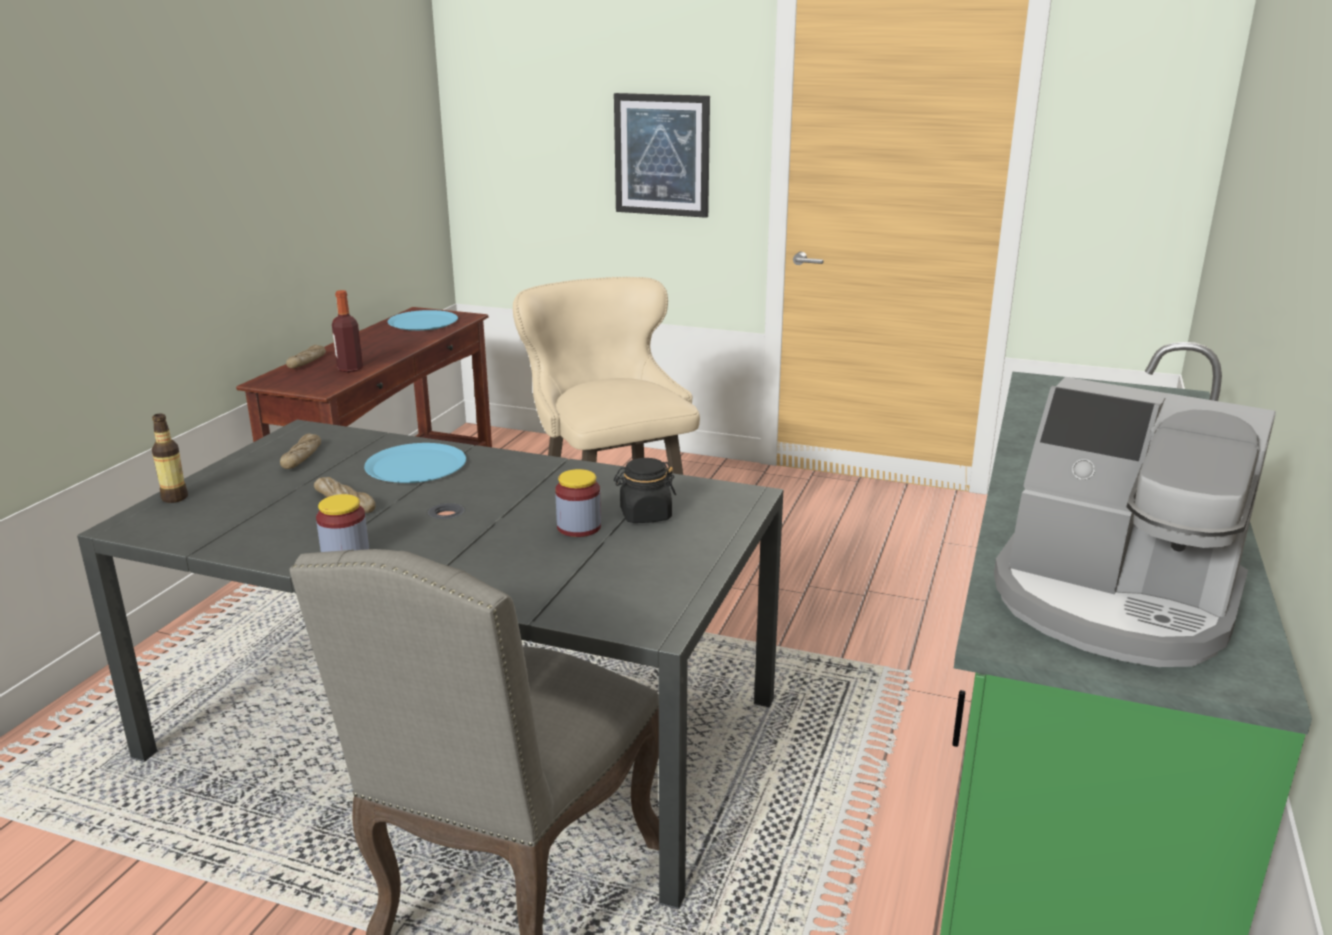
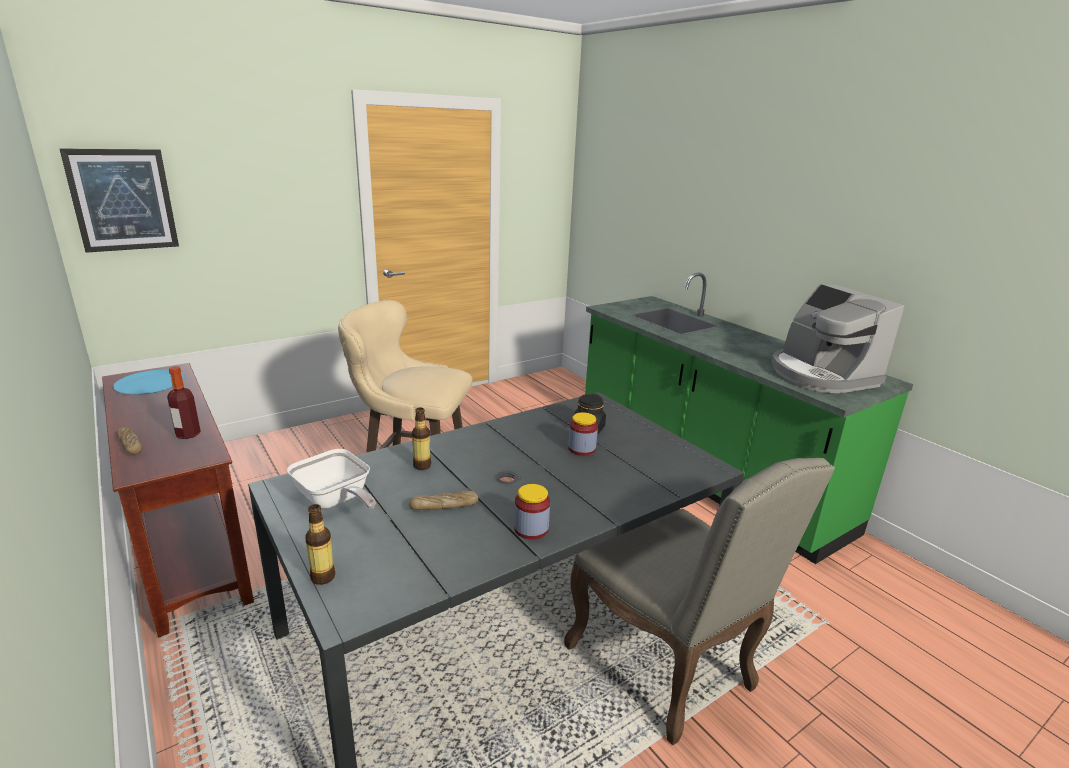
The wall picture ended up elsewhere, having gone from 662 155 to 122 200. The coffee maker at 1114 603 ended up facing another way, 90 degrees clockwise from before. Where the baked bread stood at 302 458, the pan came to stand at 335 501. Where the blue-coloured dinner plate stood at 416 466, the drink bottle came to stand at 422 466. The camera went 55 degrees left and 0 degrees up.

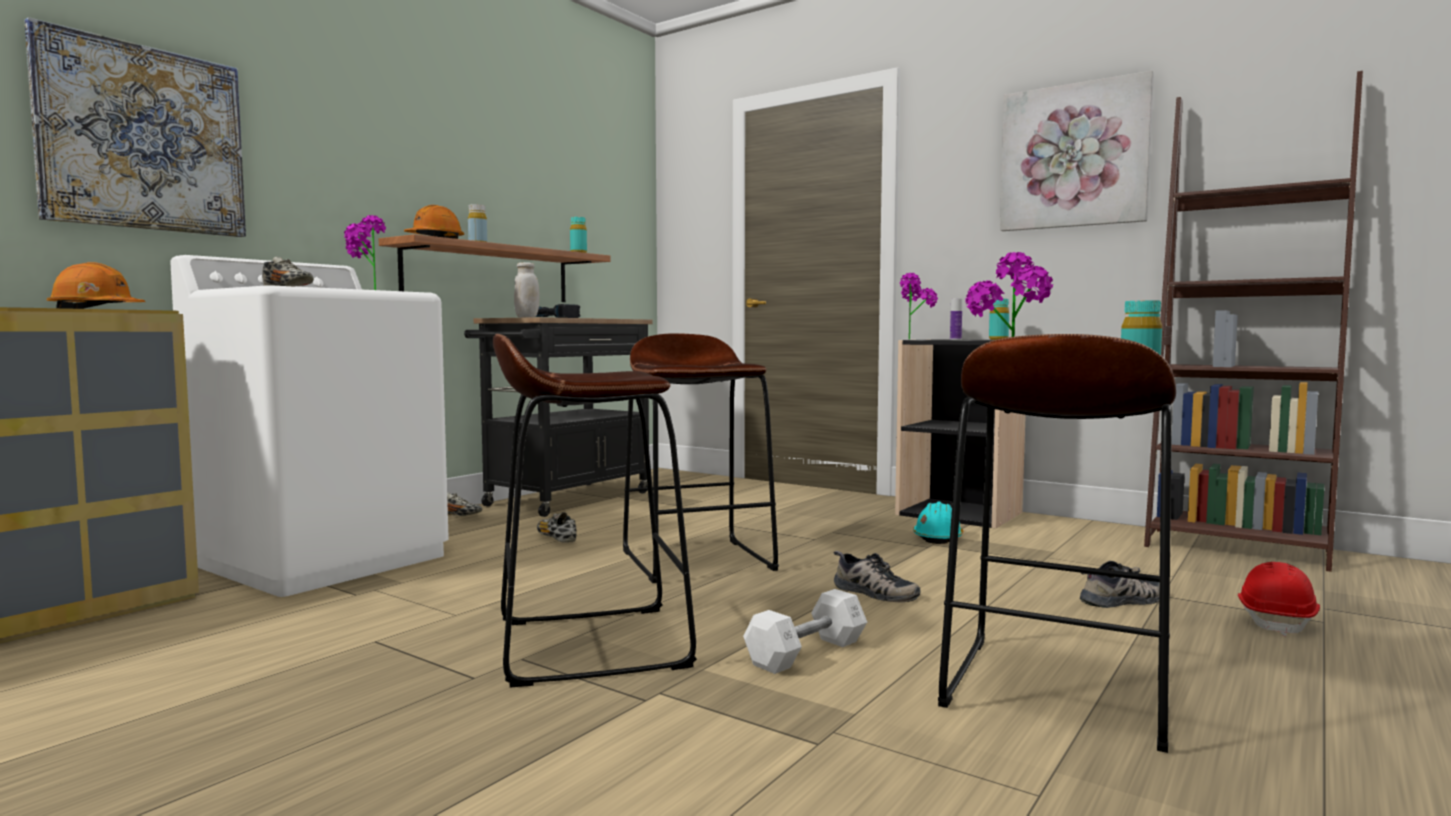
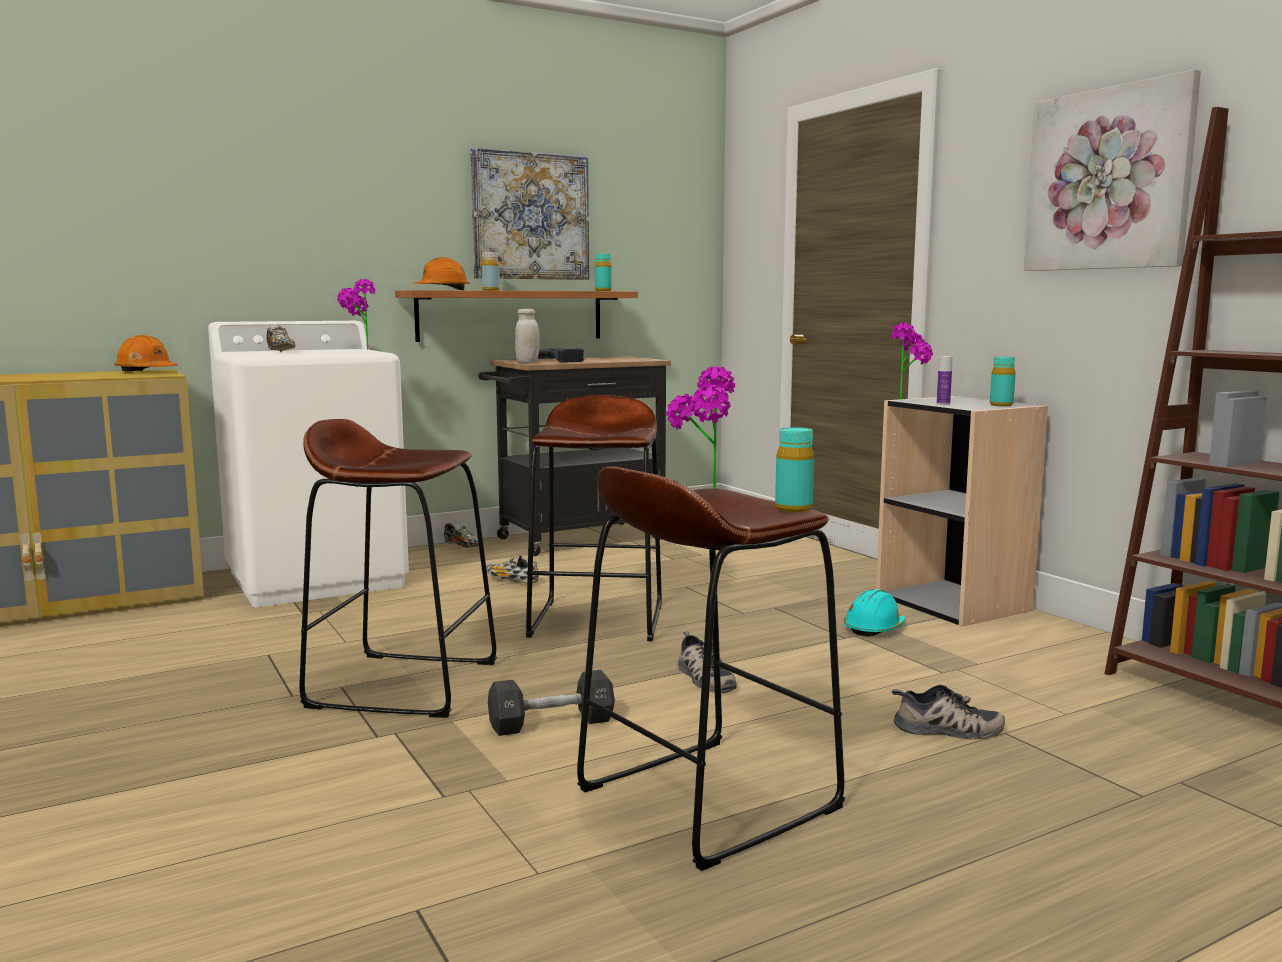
The wall picture ended up elsewhere, having gone from 143 138 to 530 216. The item of footwear at 556 539 ended up facing another way, 45 degrees counterclockwise from before. The second view lost the red work helmet at 1276 621. What was the whitish dumbbell at 806 653 turned into the black-coloured dumbbell at 551 723. The camera went 25 degrees right and 5 degrees up.

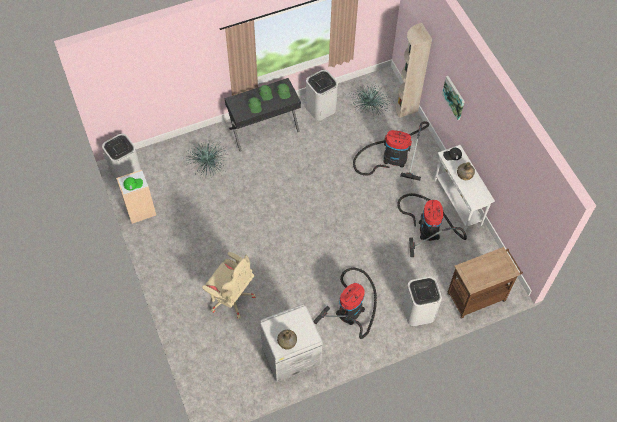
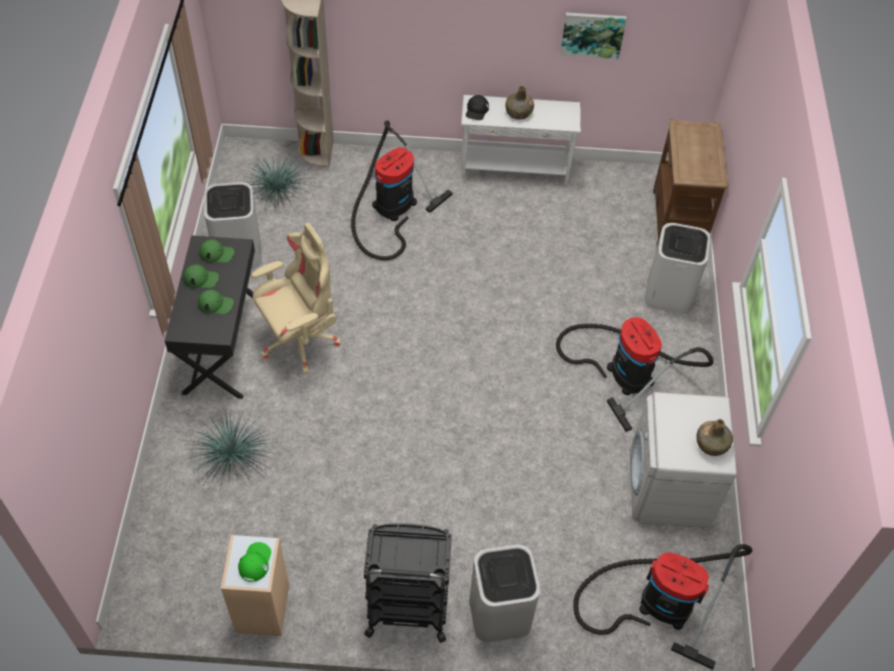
The wall picture ended up elsewhere, having gone from 454 97 to 592 34. The whitish trash can ended up elsewhere, having gone from 126 171 to 499 612. The hoover ended up elsewhere, having gone from 428 227 to 659 603. The beige office chair ended up elsewhere, having gone from 230 297 to 298 341. The second view gained the black-coloured wheeled cart at 408 606. The camera went 65 degrees left and 5 degrees down.

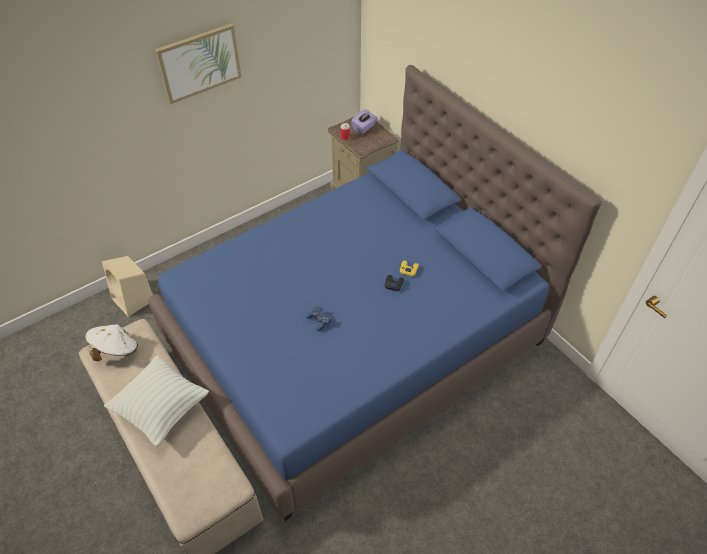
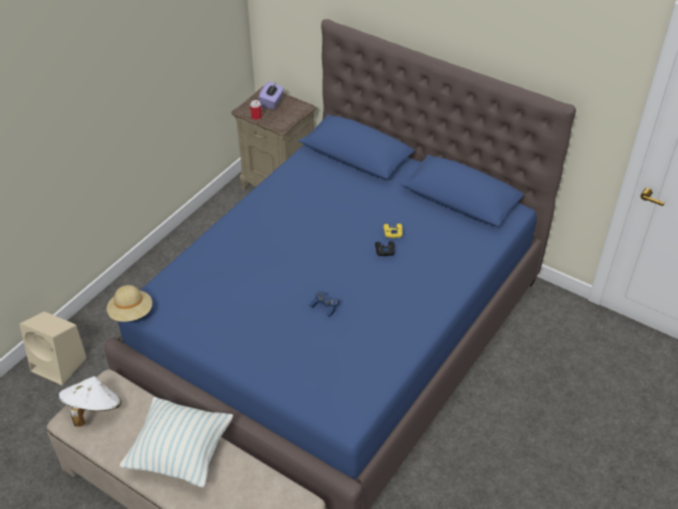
The second view lost the wall picture at 199 63. The second view gained the beige hat at 131 313. The camera went 20 degrees left and 5 degrees down.

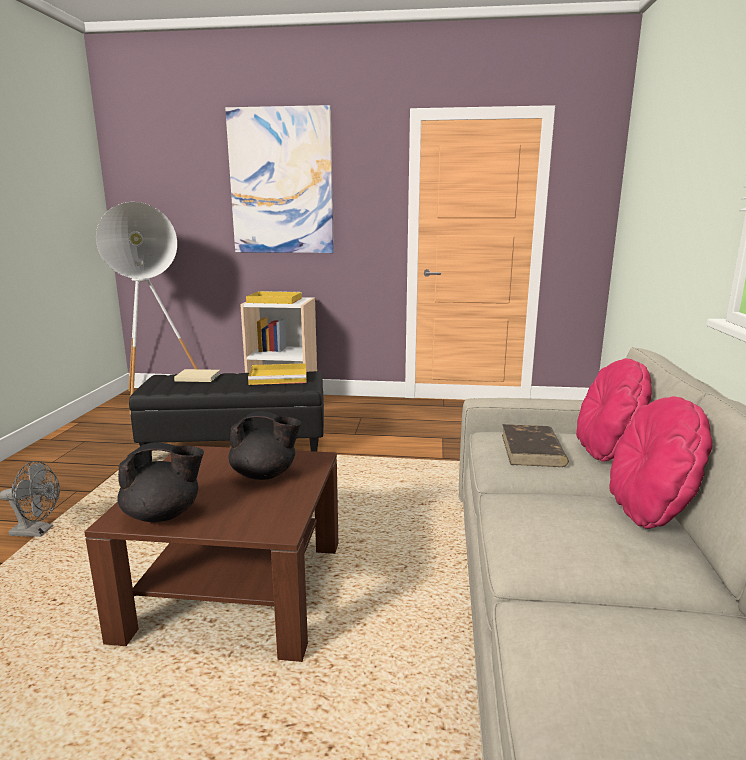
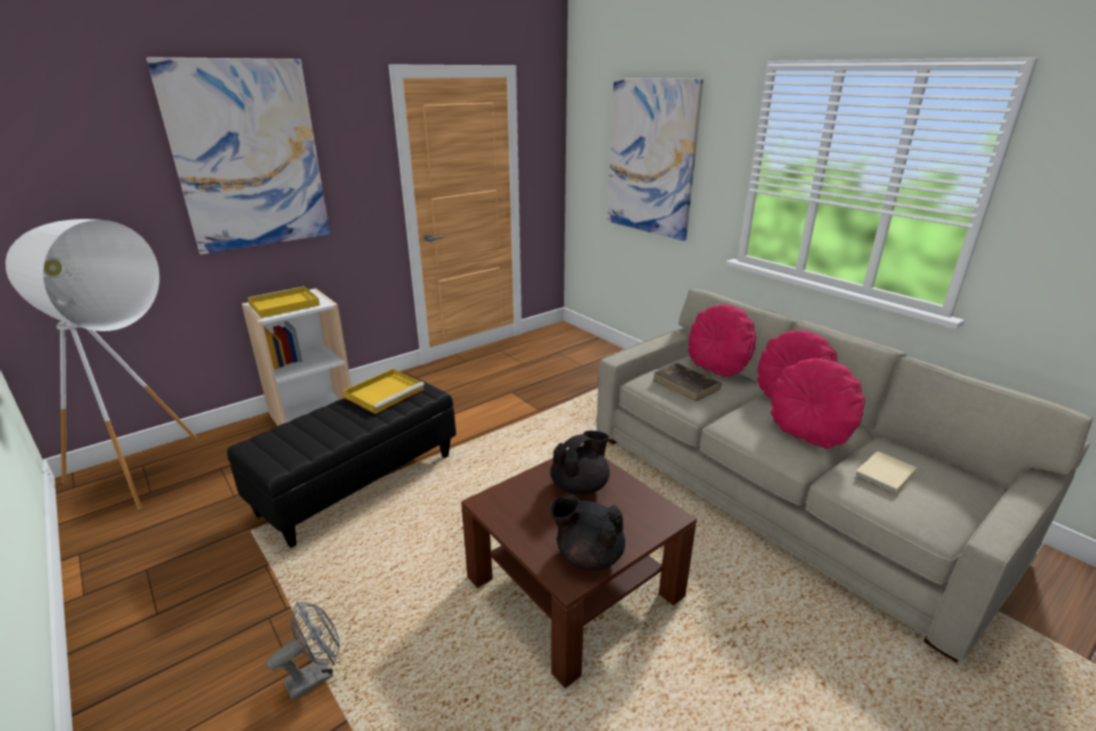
The beige book ended up elsewhere, having gone from 197 377 to 883 474. The black-coloured pot for tea at 163 515 ended up facing another way, 105 degrees counterclockwise from before. The second view gained the wall picture at 651 158. The second view gained the pinkish throw pillow at 808 435. The camera went 45 degrees left and 10 degrees up.

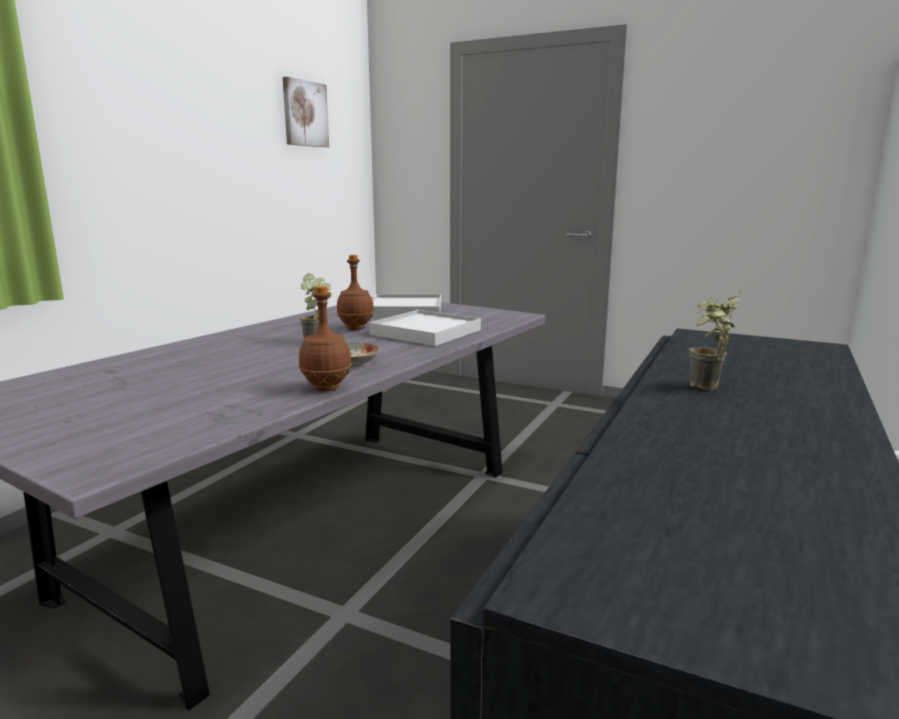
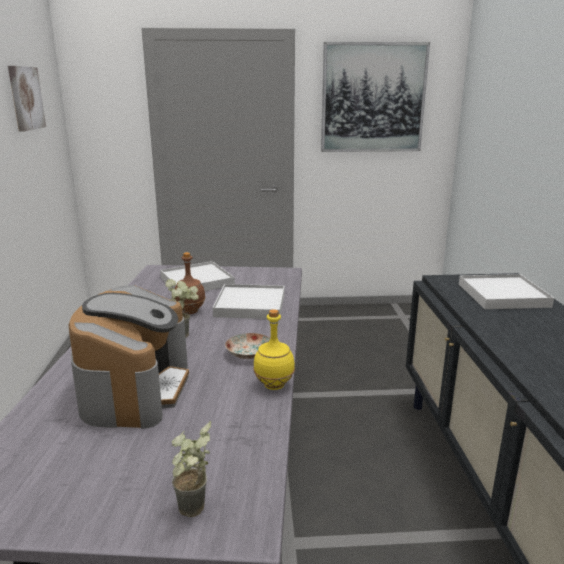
What was the brown drink bottle at 327 388 turned into the yellow drink bottle at 274 385. The potted plant ended up elsewhere, having gone from 705 389 to 193 514. The second view gained the wall picture at 373 98. The second view gained the whitish serving tray at 502 295. The second view gained the coffee maker at 135 389. The camera went 30 degrees left and 5 degrees up.

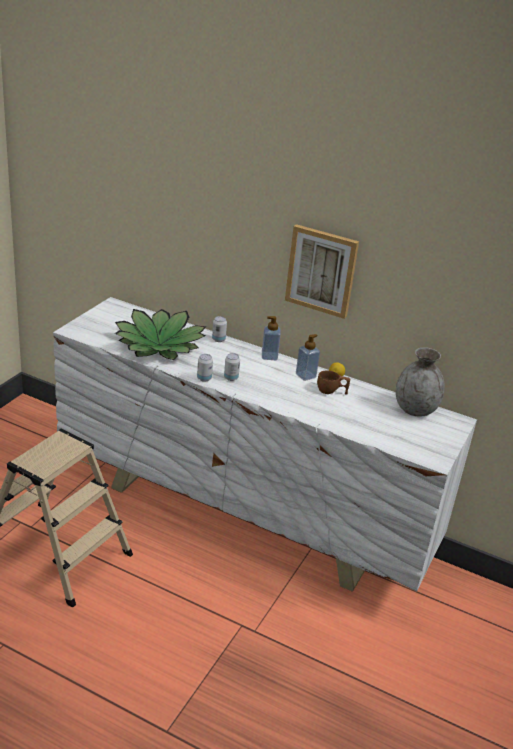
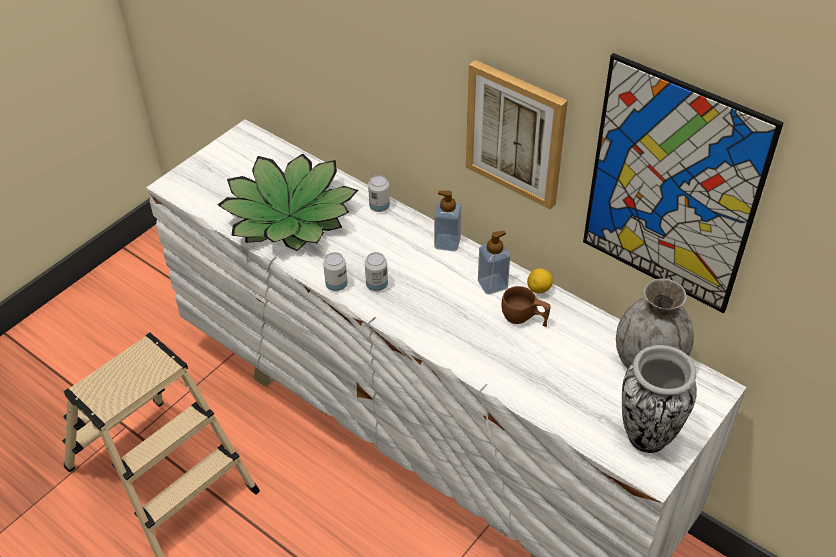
The second view gained the wall picture at 672 188. The second view gained the decorative vase at 646 435. The camera went 15 degrees right and 15 degrees up.

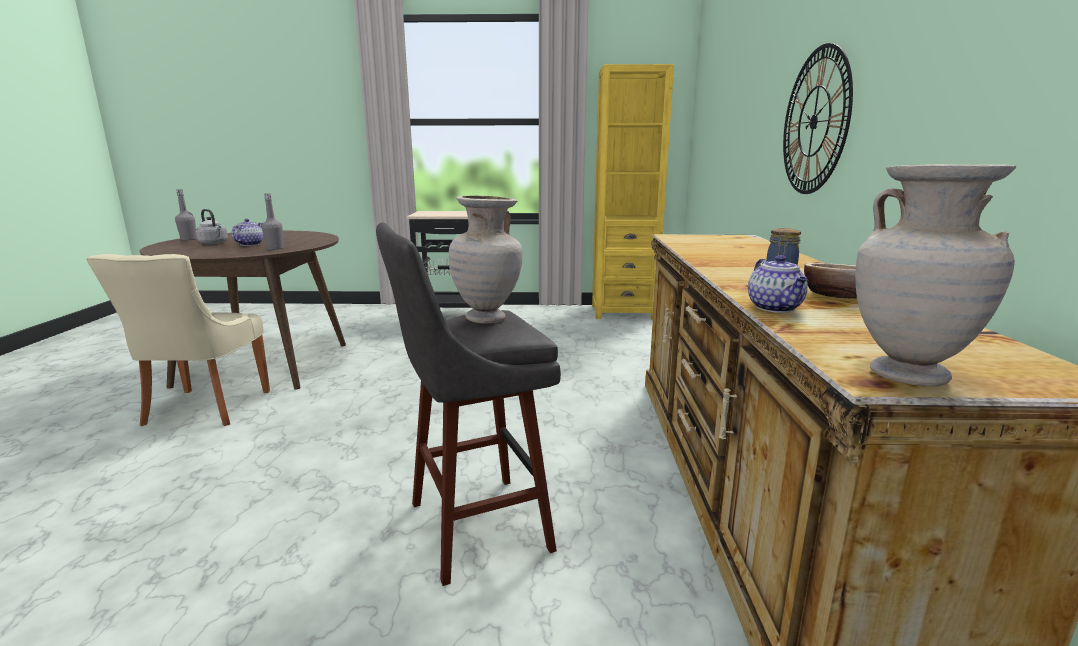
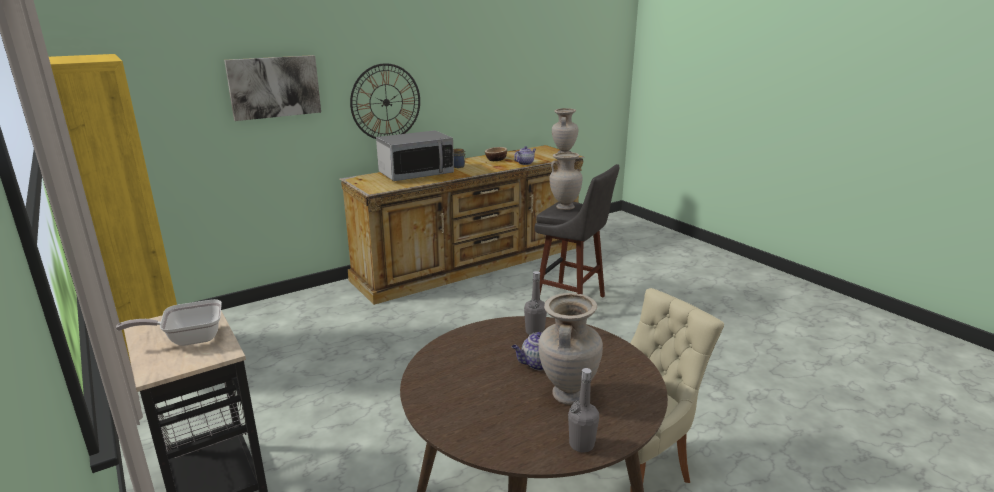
Where the greyish water kettle stood at 214 243, the beige decorative vase came to stand at 567 395. The second view gained the wall picture at 274 87. The second view gained the microwave at 416 174. The second view gained the pan at 188 339. The camera went 125 degrees left and 5 degrees up.

